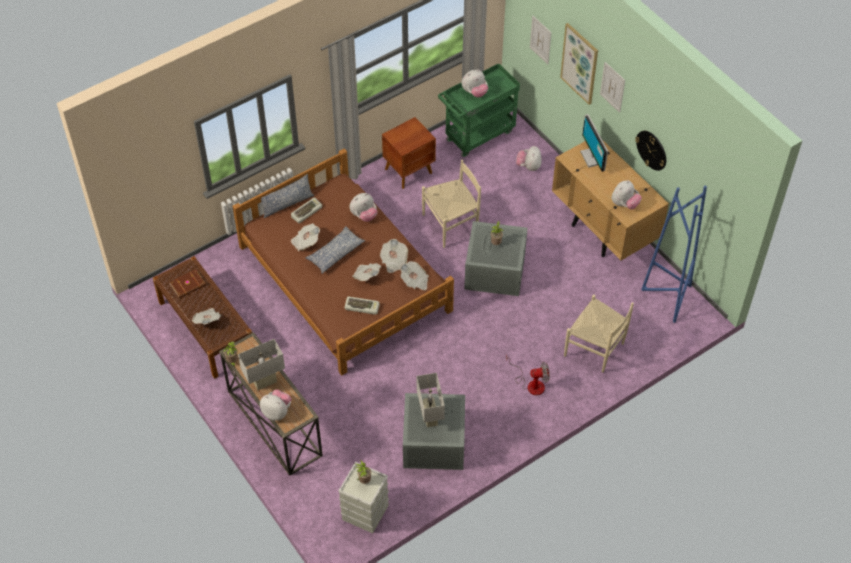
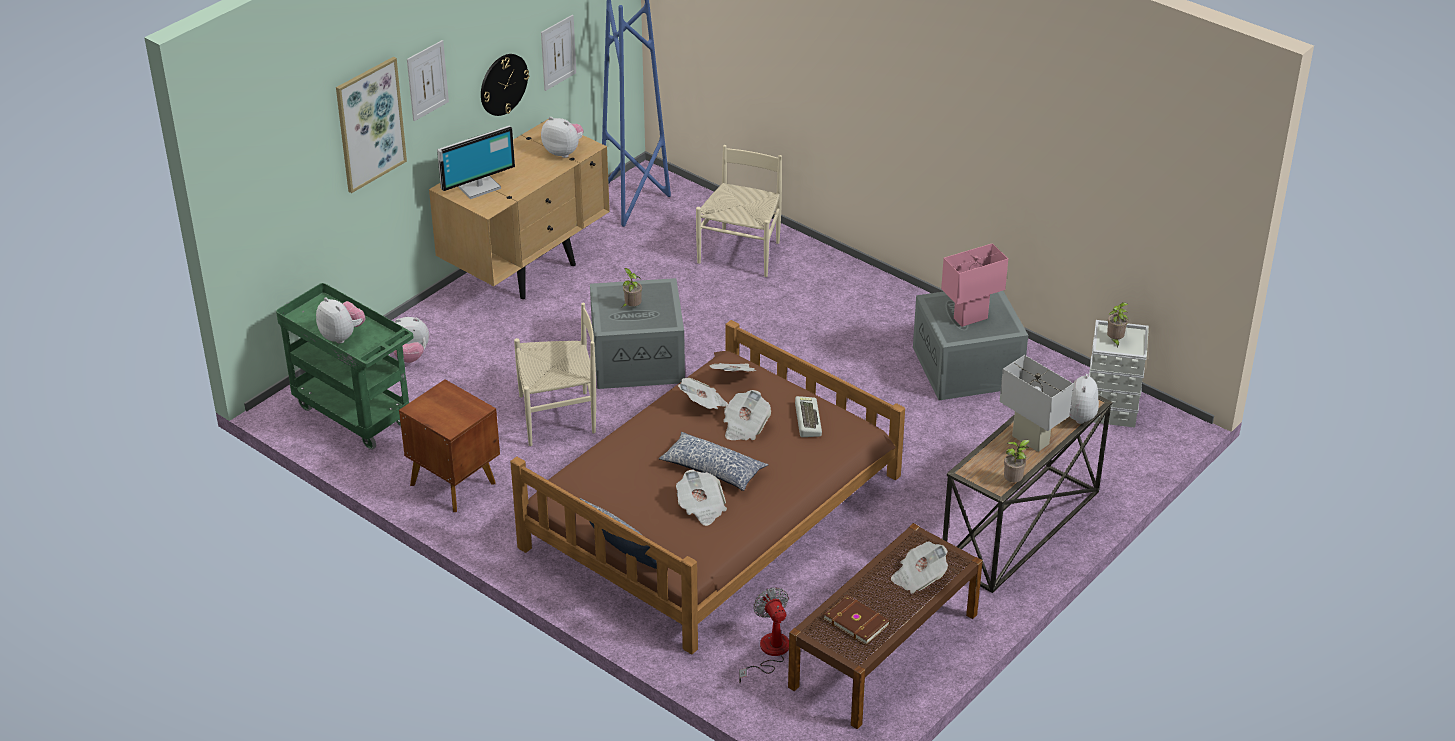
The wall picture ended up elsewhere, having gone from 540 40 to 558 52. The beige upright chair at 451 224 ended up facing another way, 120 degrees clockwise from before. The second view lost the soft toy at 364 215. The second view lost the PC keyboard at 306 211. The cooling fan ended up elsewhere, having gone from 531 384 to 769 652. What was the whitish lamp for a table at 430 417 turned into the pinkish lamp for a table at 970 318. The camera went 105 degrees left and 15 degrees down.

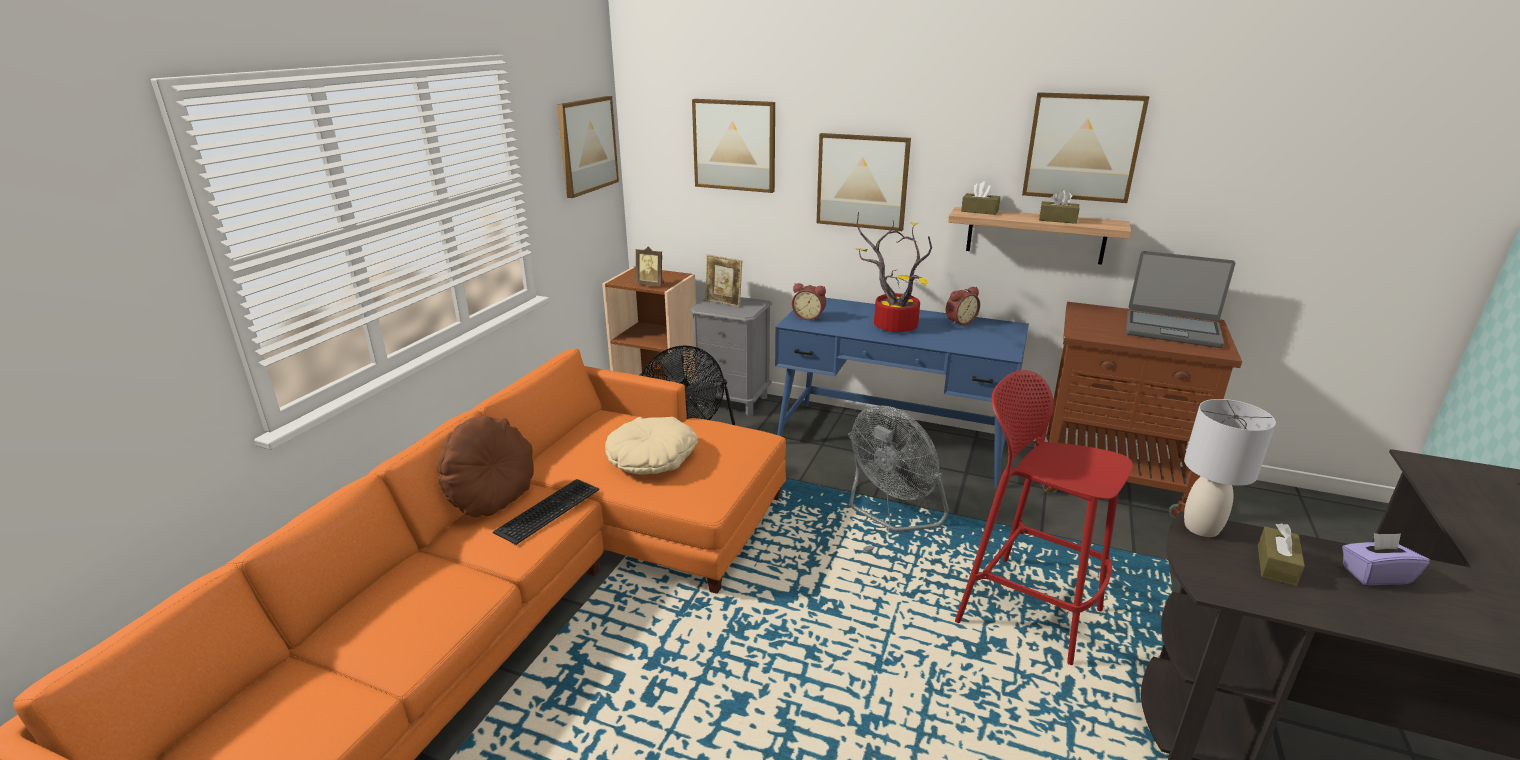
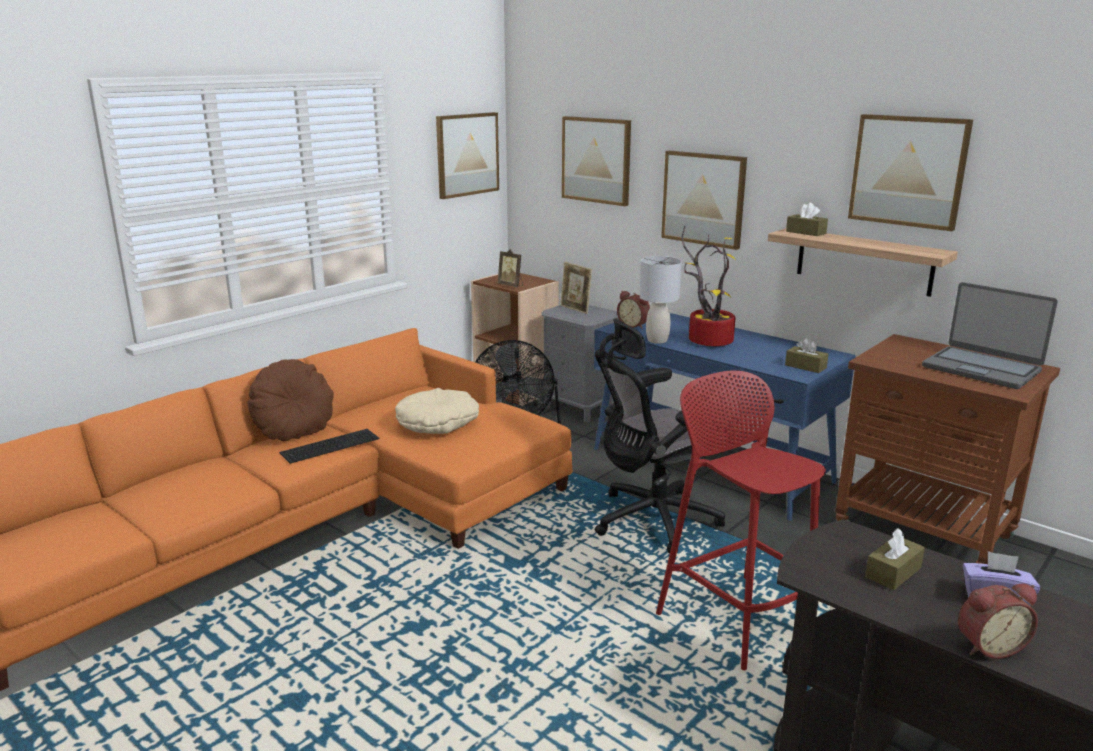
The brown tissue holder ended up elsewhere, having gone from 1057 220 to 805 366. The table clock ended up elsewhere, having gone from 959 322 to 988 646. The greyish lamp for a table ended up elsewhere, having gone from 1201 527 to 657 340. Where the greyish cooling fan stood at 885 515, the office chair came to stand at 655 521. The camera went 20 degrees right and 5 degrees down.

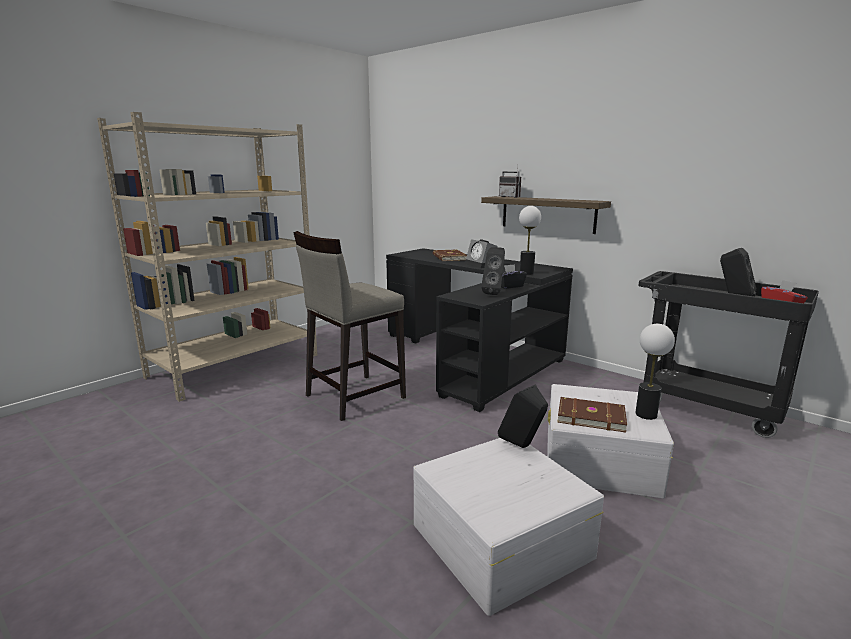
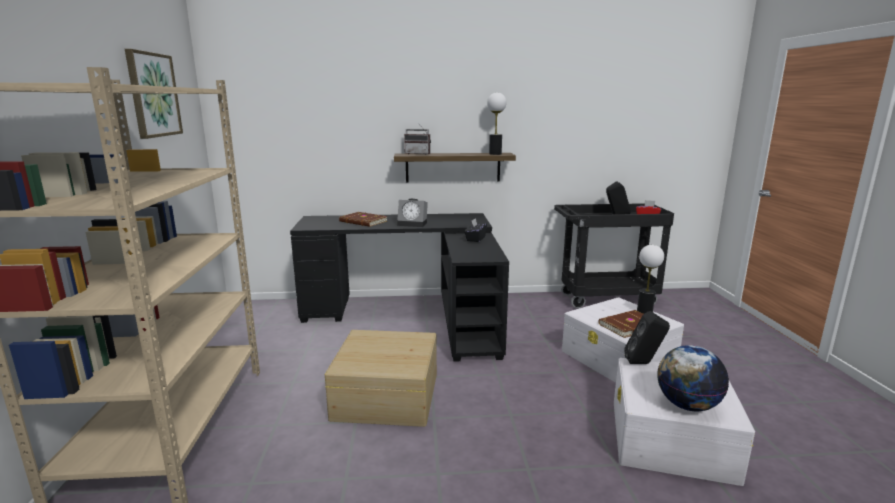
The lamp for a table ended up elsewhere, having gone from 526 273 to 495 154. Where the beige stool seat stood at 354 396, the beige storage bin came to stand at 385 395. The second view lost the black-coloured speaker at 494 293. The second view gained the wall picture at 153 95. The second view gained the desk globe at 687 405. The camera went 45 degrees left and 0 degrees up.

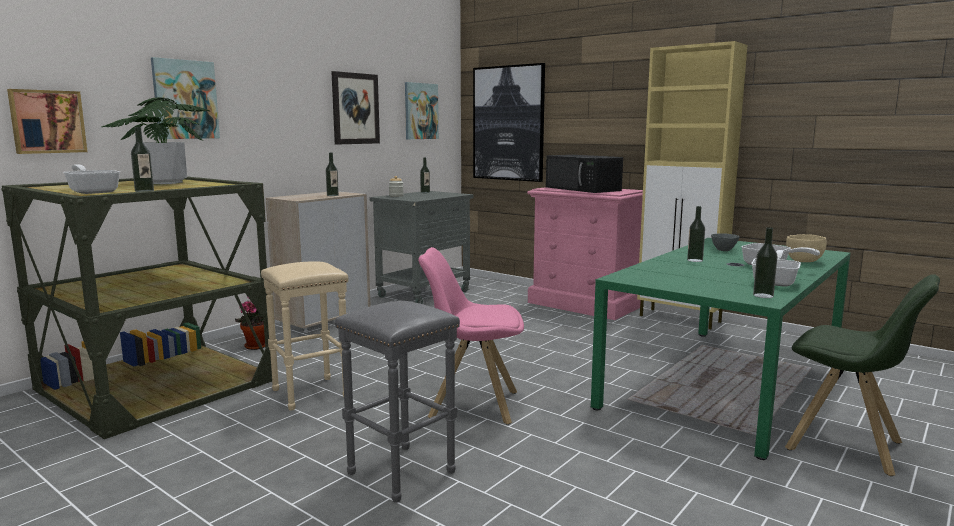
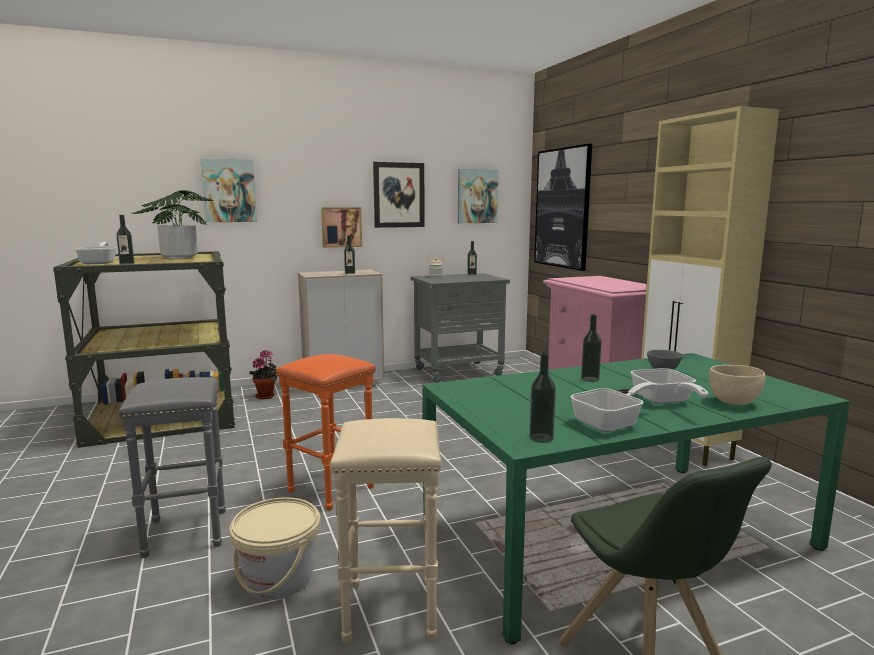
The wall picture ended up elsewhere, having gone from 47 121 to 341 227. The second view lost the black-coloured microwave at 583 189. Where the pinkish upright chair stood at 473 405, the orange-coloured stool seat came to stand at 331 488. The beige stool seat ended up elsewhere, having gone from 309 394 to 388 611. The second view gained the beige bucket at 279 579. The camera went 30 degrees right and 0 degrees up.

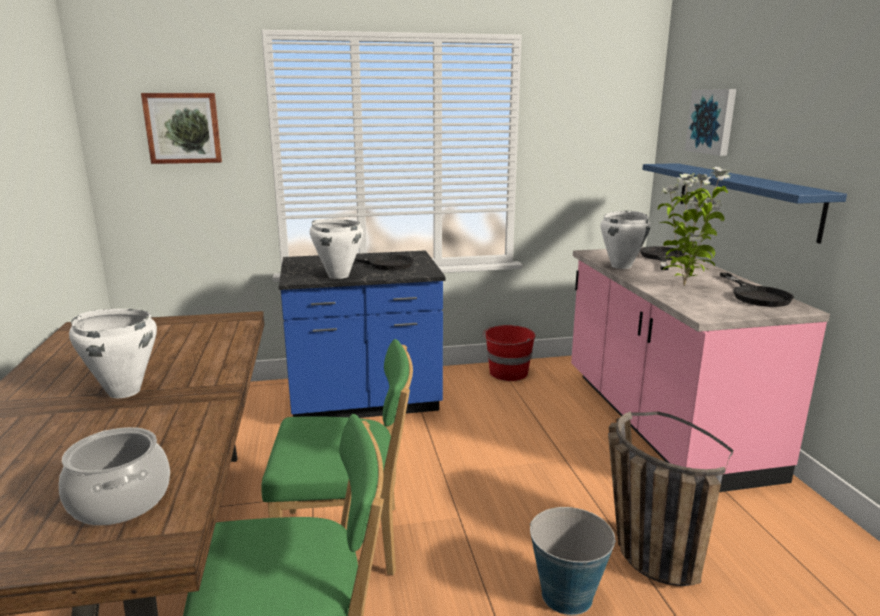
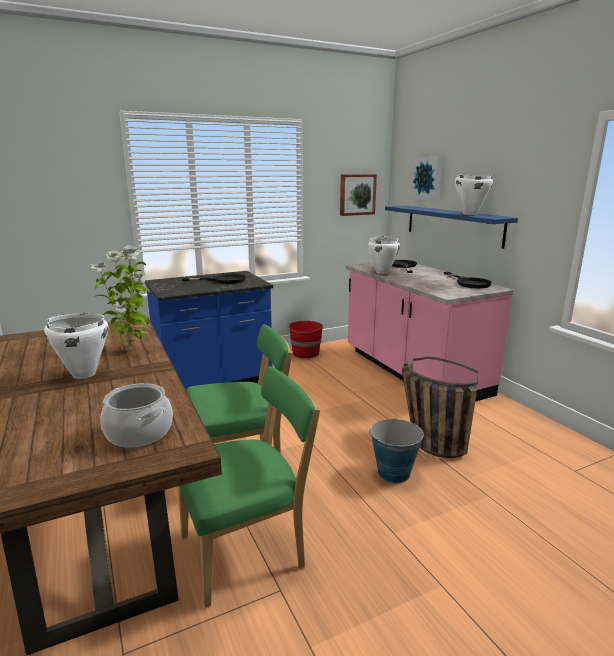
The wall picture ended up elsewhere, having gone from 183 128 to 357 194. The potted plant ended up elsewhere, having gone from 684 285 to 131 349. The whitish stockpot ended up elsewhere, having gone from 338 276 to 469 214. The camera went 15 degrees left and 0 degrees up.

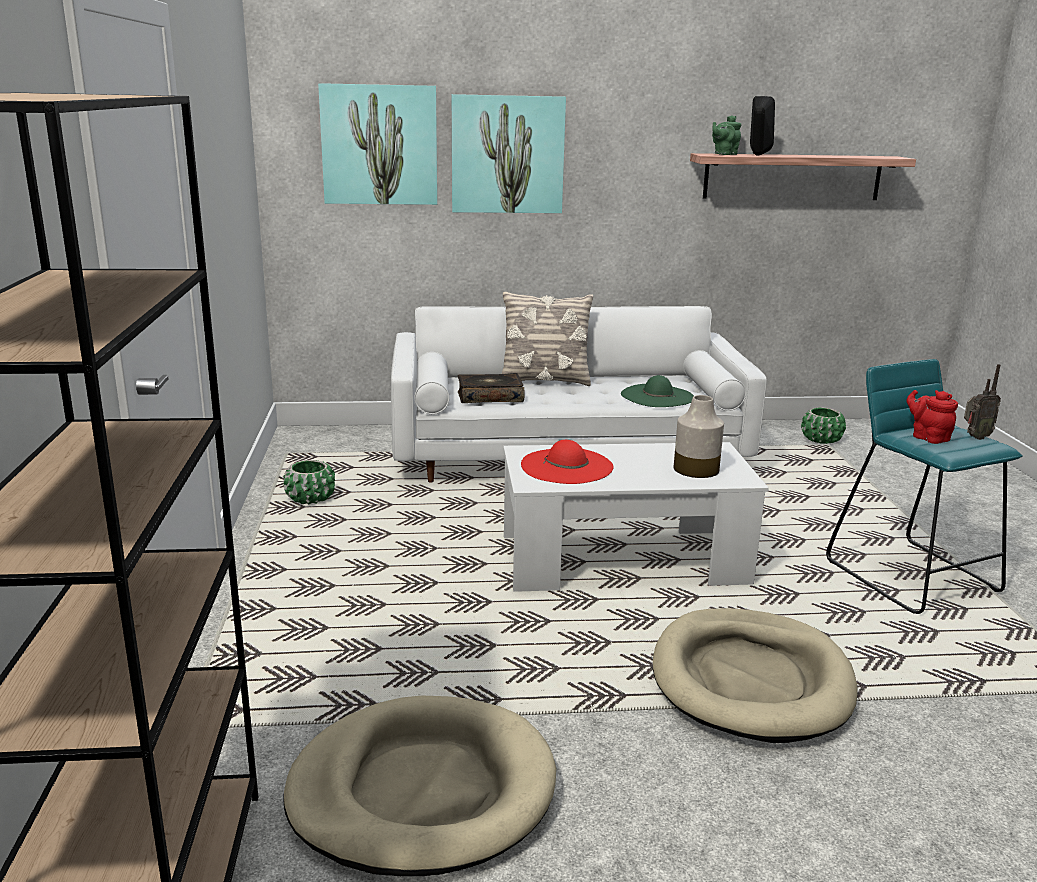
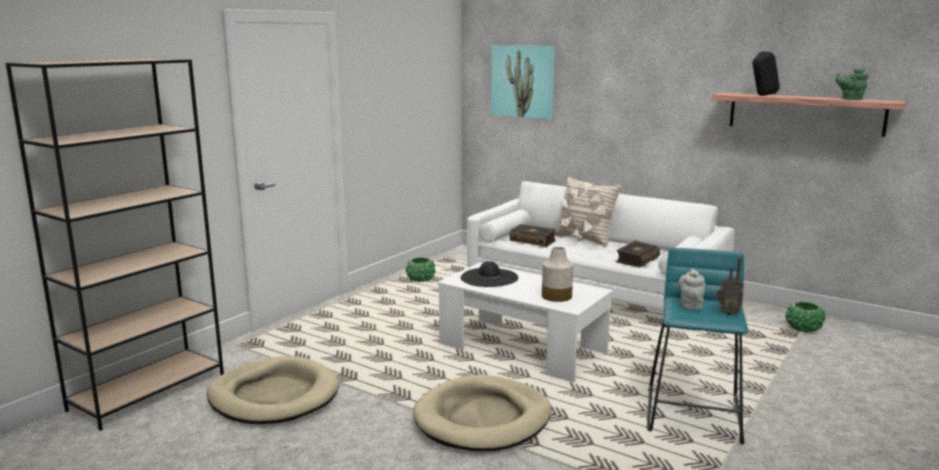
The second view lost the wall picture at 507 154. The greenish pot for tea ended up elsewhere, having gone from 724 154 to 850 99. Where the greenish hat stood at 657 396, the book came to stand at 636 260. What was the red pot for tea at 928 437 turned into the greyish pot for tea at 690 305. What was the red hat at 567 466 turned into the black-coloured hat at 489 278. The camera went 40 degrees right and 5 degrees down.

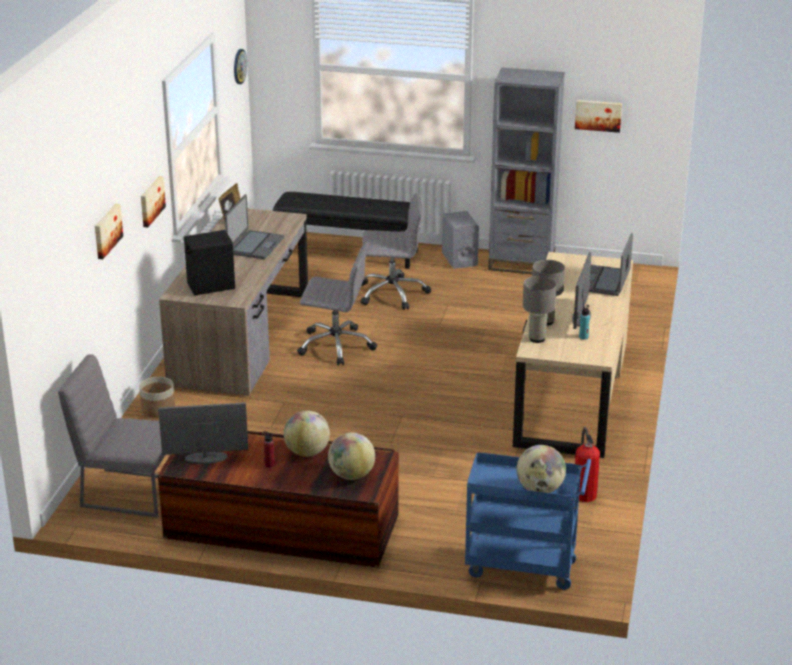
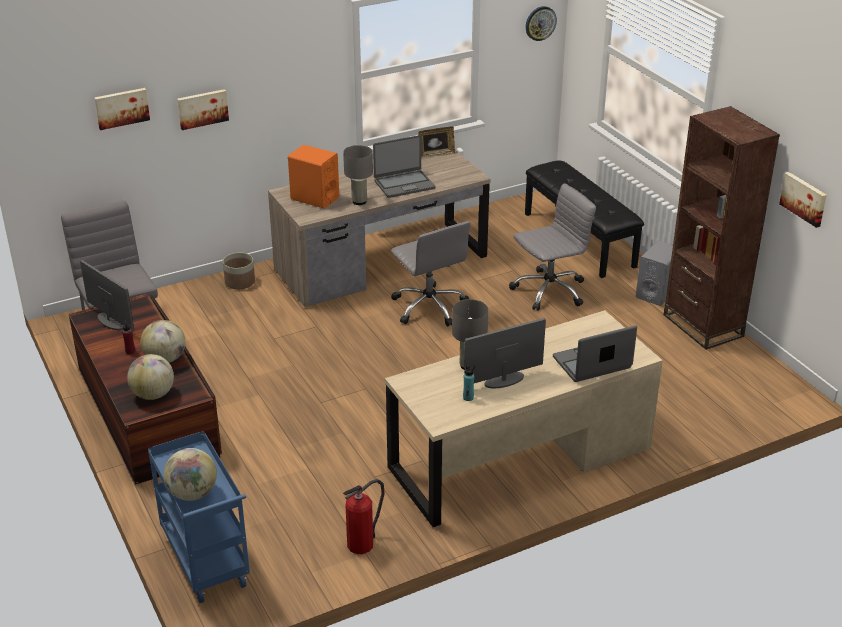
What was the greyish shelving unit at 521 264 turned into the brown shelving unit at 702 326. The wall picture ended up elsewhere, having gone from 151 201 to 121 108. The greyish office chair at 392 293 ended up facing another way, 75 degrees counterclockwise from before. What was the black-coloured speaker at 210 286 turned into the orange-coloured speaker at 314 198. The greyish lamp for a table ended up elsewhere, having gone from 536 339 to 359 201. The camera went 50 degrees right and 5 degrees up.

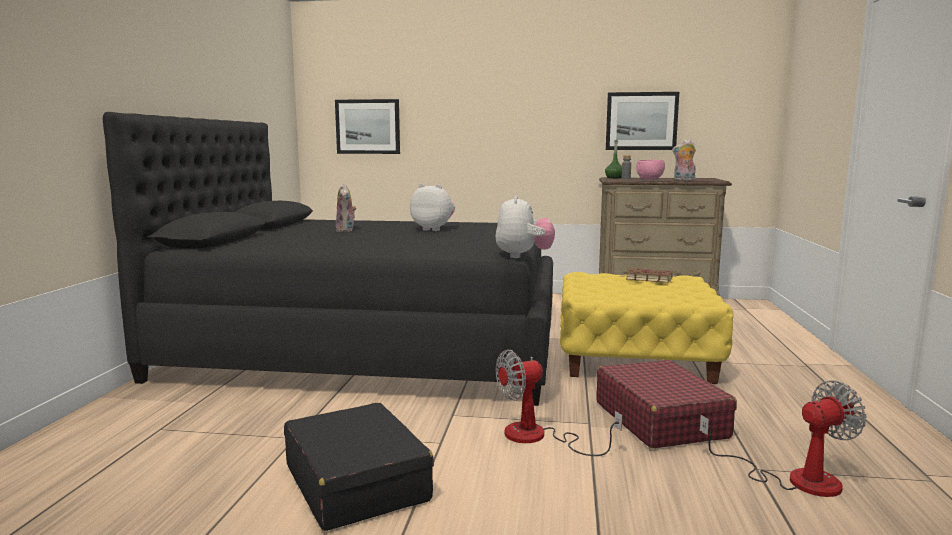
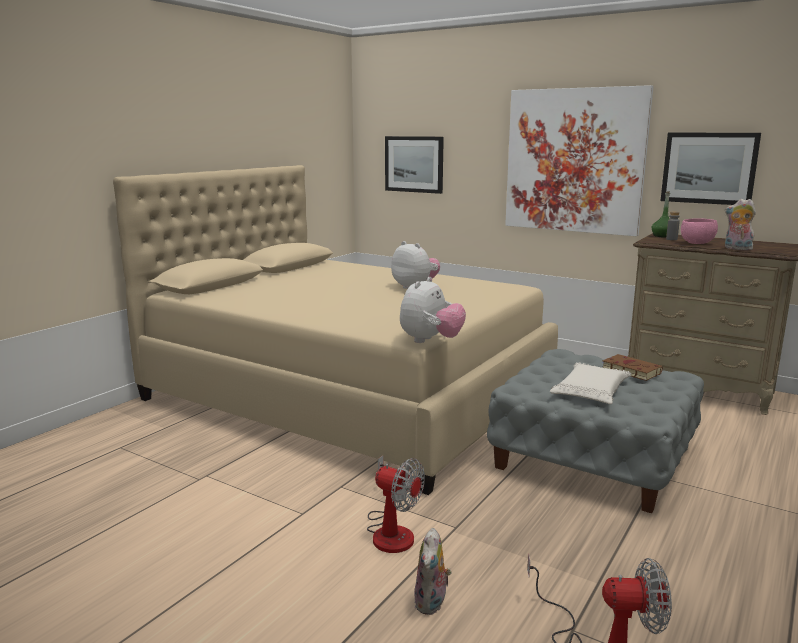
What was the black-coloured bedroom bed at 373 345 turned into the beige bedroom bed at 349 394. The soft toy ended up elsewhere, having gone from 346 230 to 432 603. What was the yellow ottoman at 635 356 turned into the greyish ottoman at 593 457. The cooling fan at 539 437 ended up facing another way, 150 degrees counterclockwise from before. The second view lost the red piece of luggage at 660 419. The second view lost the black-coloured piece of luggage at 356 482. The second view gained the wall picture at 574 161. The second view gained the whitish throw pillow at 591 389. The camera went 25 degrees right and 5 degrees up.

